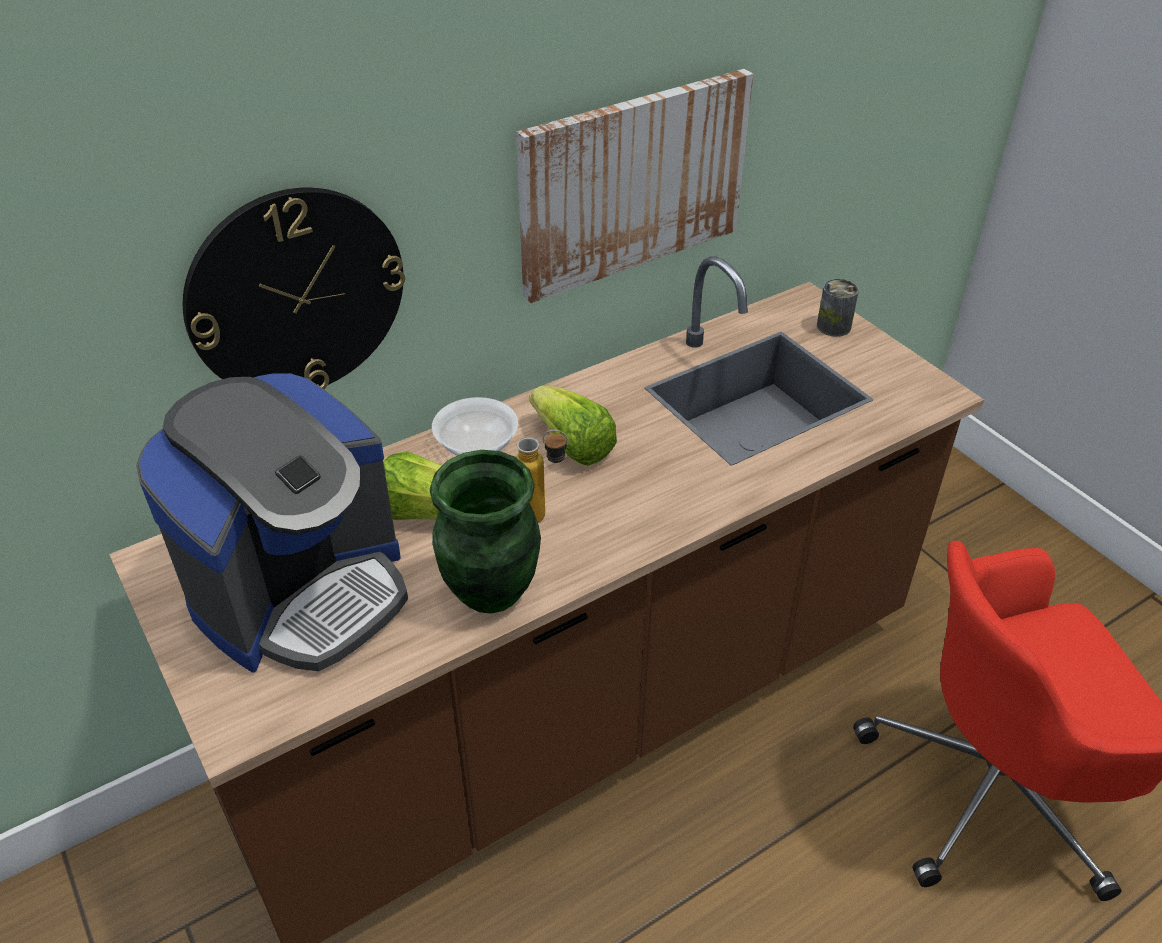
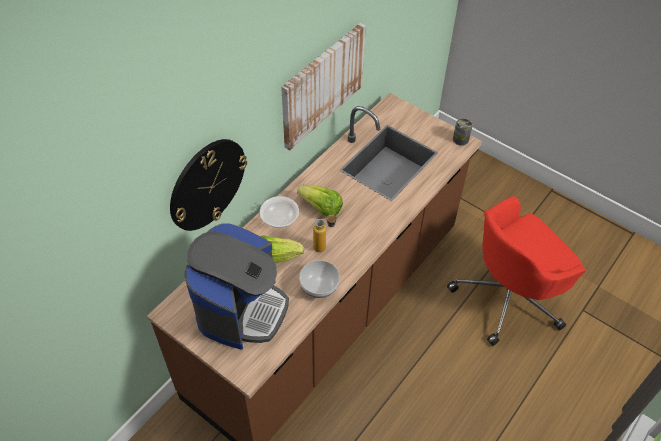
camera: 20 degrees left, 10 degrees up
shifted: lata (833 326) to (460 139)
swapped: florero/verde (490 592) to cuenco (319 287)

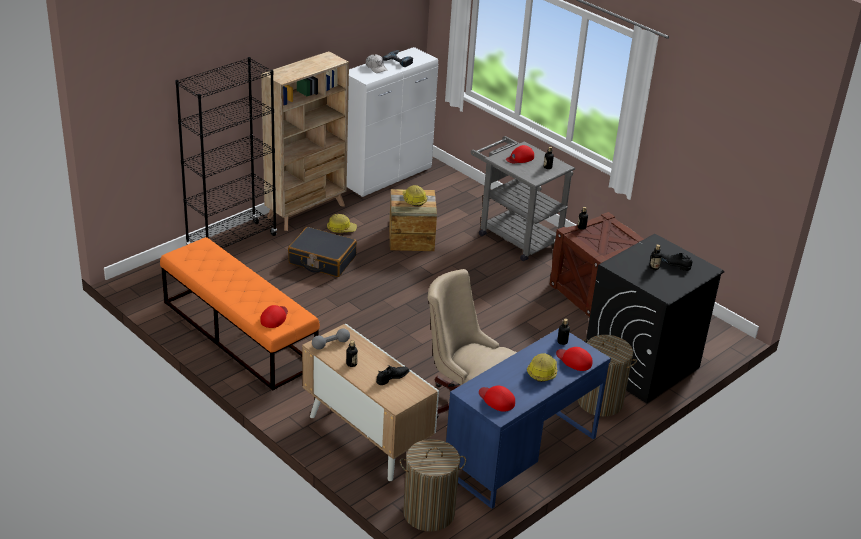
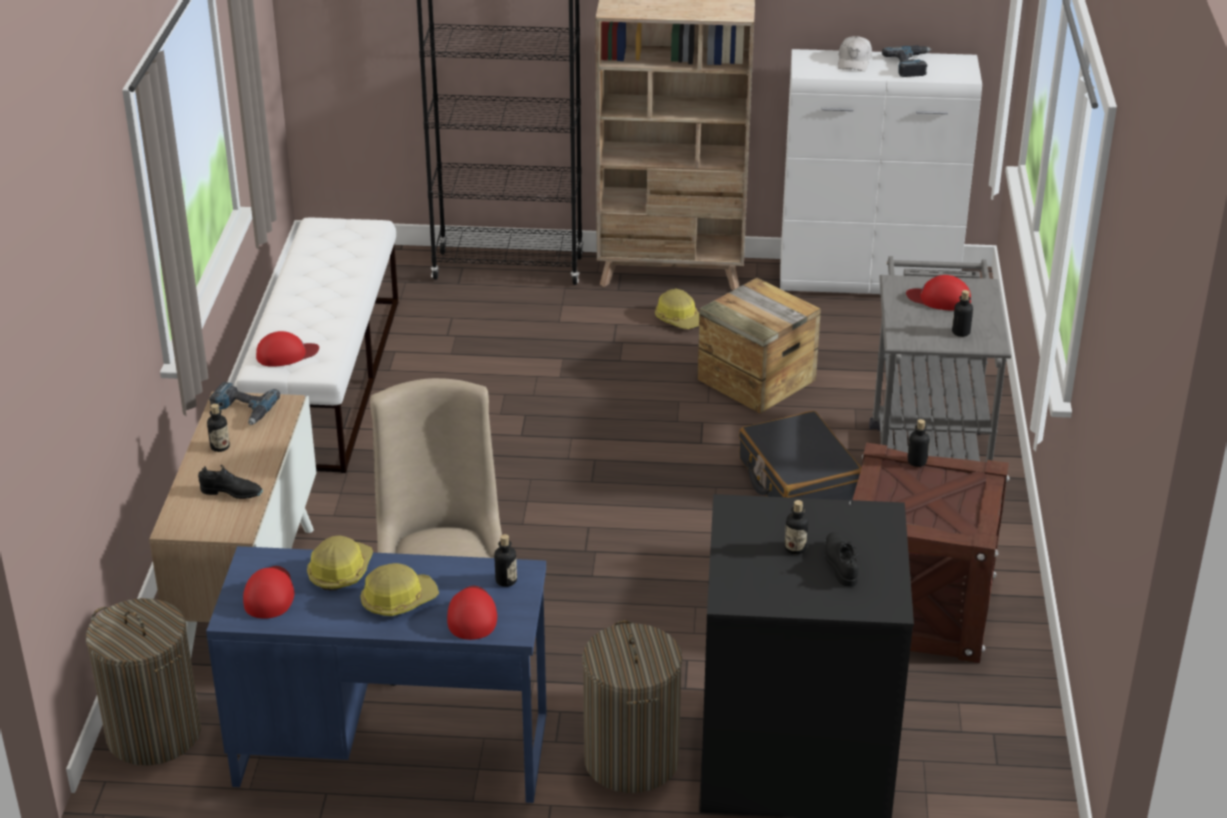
camera: 50 degrees right, 0 degrees up
shifted: casco (413 200) to (340 571); maleta/negro (322 260) to (798 481)
swapped: mancuerna/gris (330 344) to taladro (242 410)
repainted: banco/naranja (238 333) to banco/blanco (327 380)

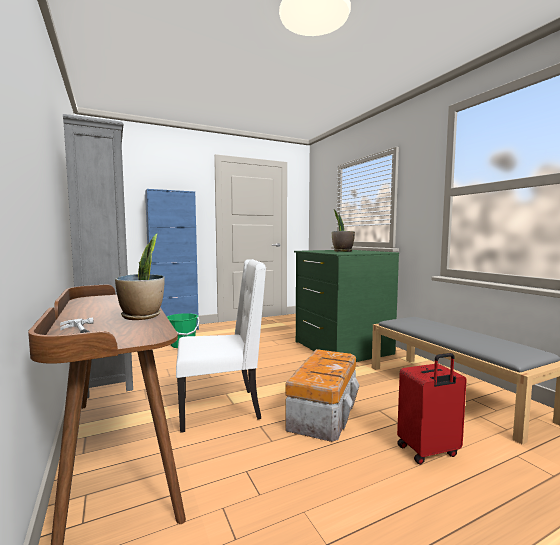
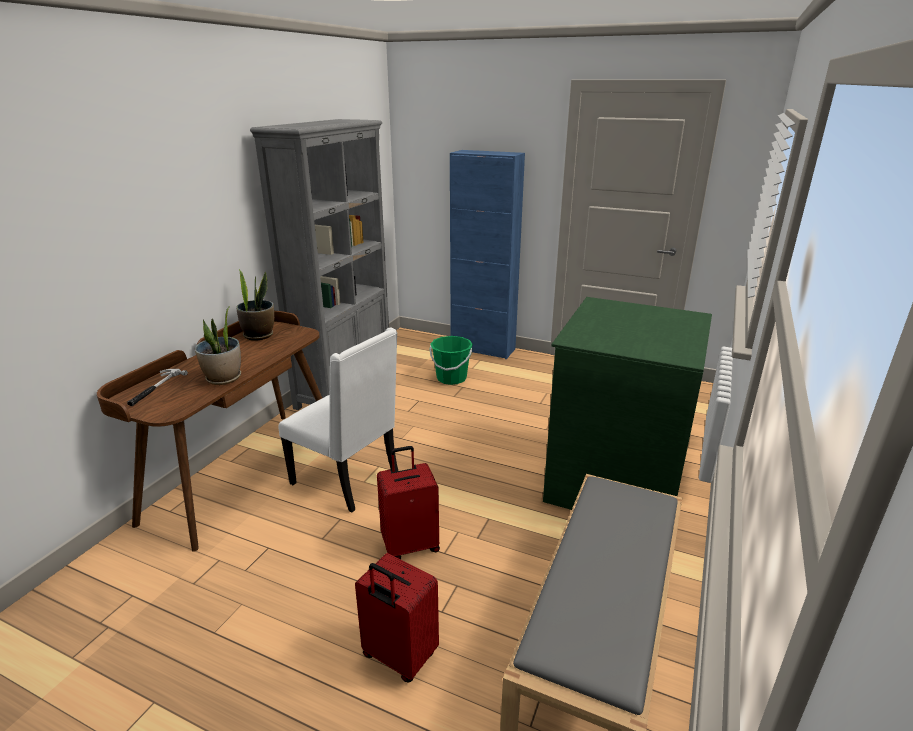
camera: 50 degrees right, 20 degrees up
shifted: planta en maceta (342 251) to (259 335)
swapped: caja de almacenaje (324 411) to maleta/rojo (410 545)

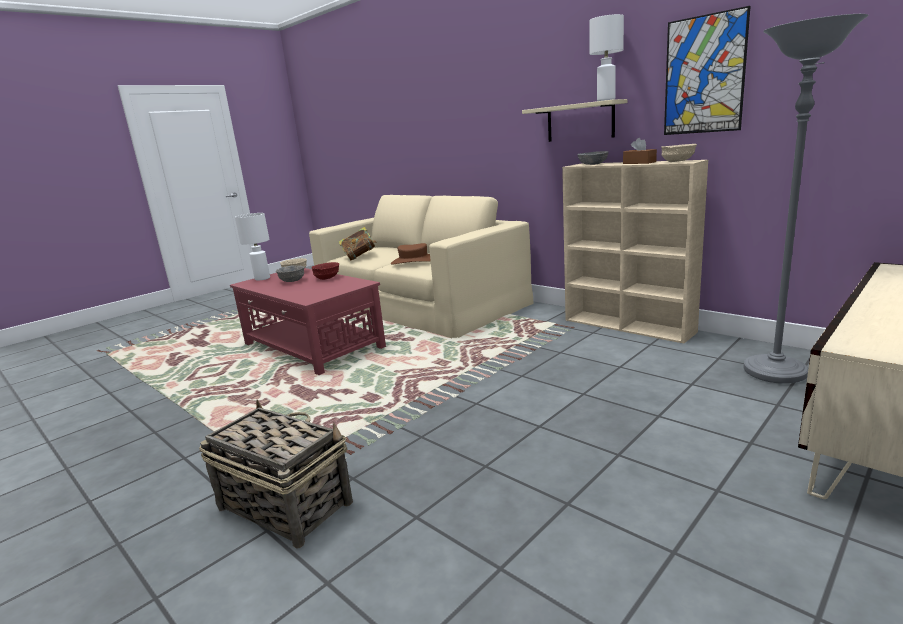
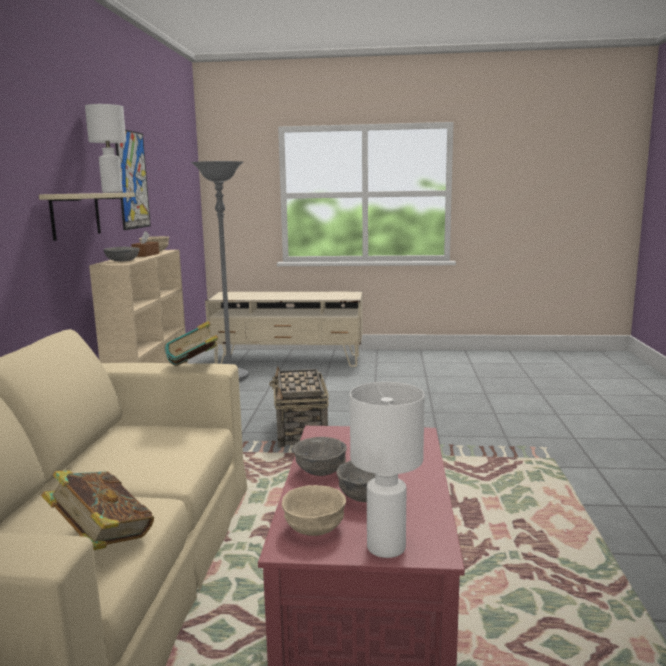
camera: 130 degrees left, 5 degrees down
gone: sombrero/marrón (414 261)
new: libro (194 368)
shifted: cesta (284 504) to (300 431)
repainted: cuenco/rojo (327 278) to cuenco/gris (321 470)

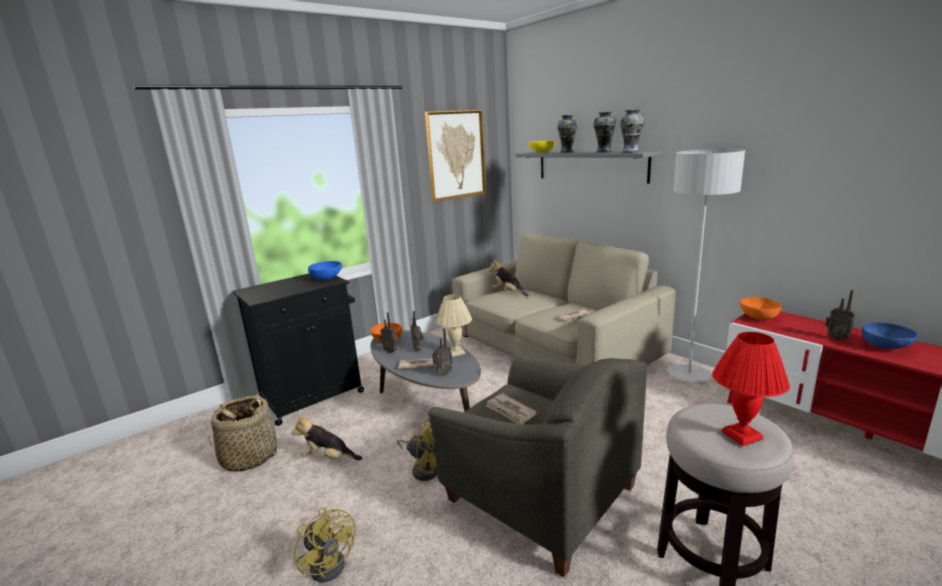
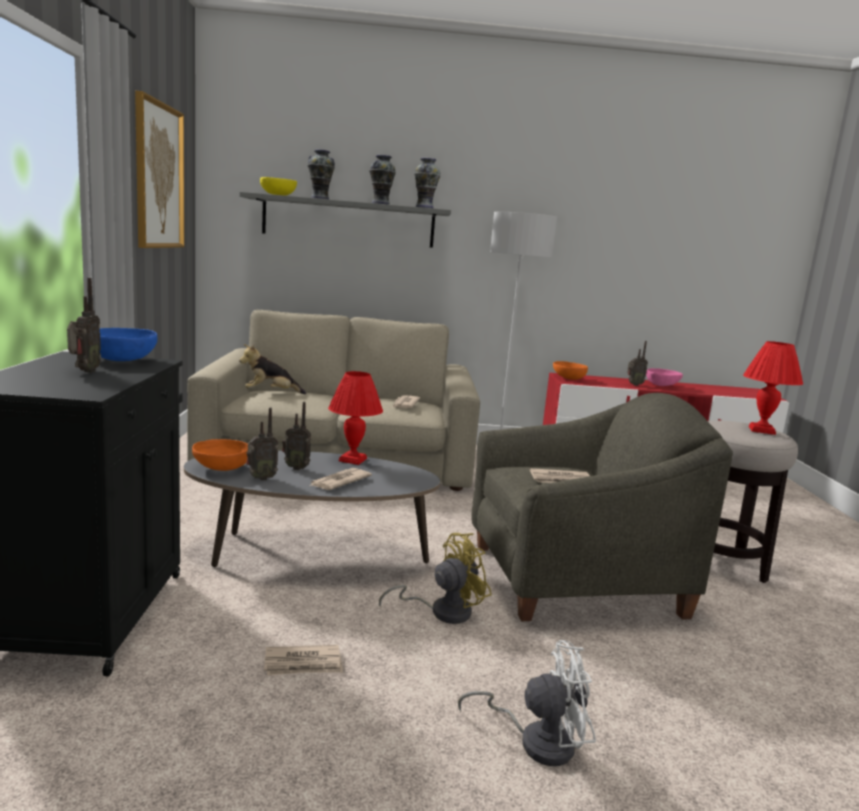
camera: 55 degrees left, 5 degrees down
gone: cesta (249 457)
shifted: radio (442 373) to (84 372)
swapped: peluche (328 458) to periódico (303 664)
repainted: lámpara de mesa/beis (455 352) to lámpara de mesa/rojo (352 460); ventilador/amarillo (331 561) to ventilador/blanco (536 740); cuenco/azul (885 347) to cuenco/rosa (662 386)

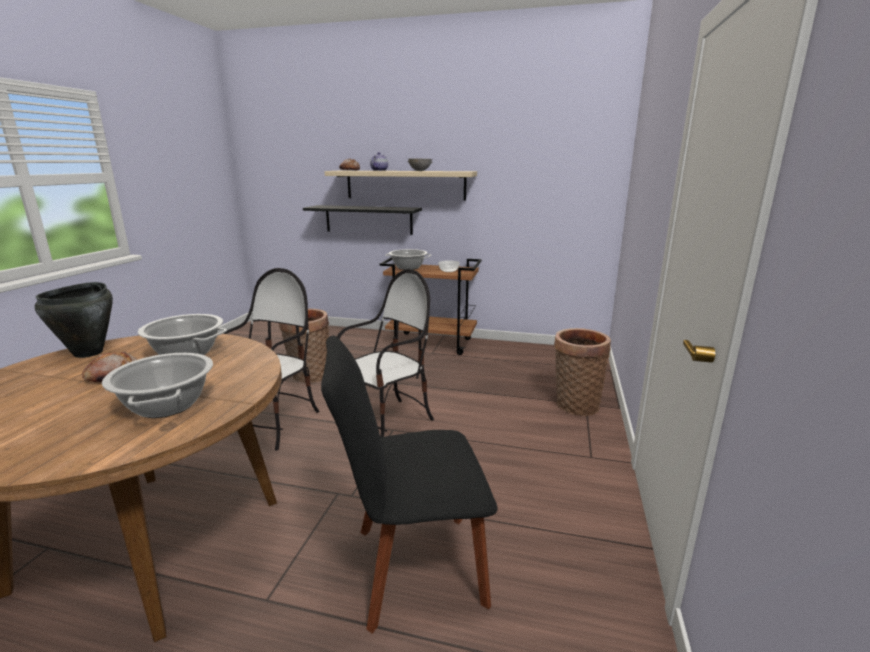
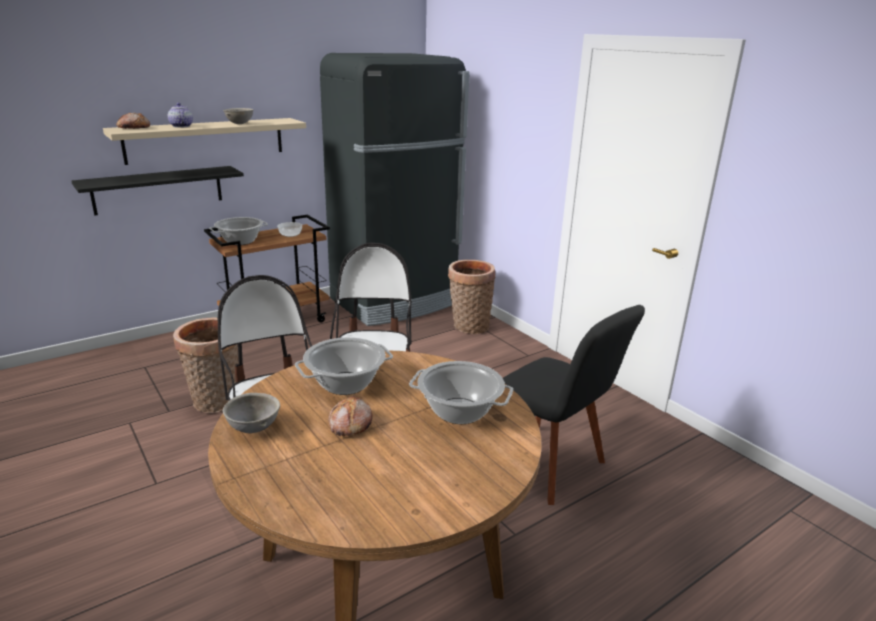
camera: 50 degrees left, 5 degrees up
new: nevera/negro (395 302)
swapped: olla/negro (89 353) to cuenco/gris (254 428)
rotated: silla/negro (411 568) = (549 465) 75 degrees counterclockwise

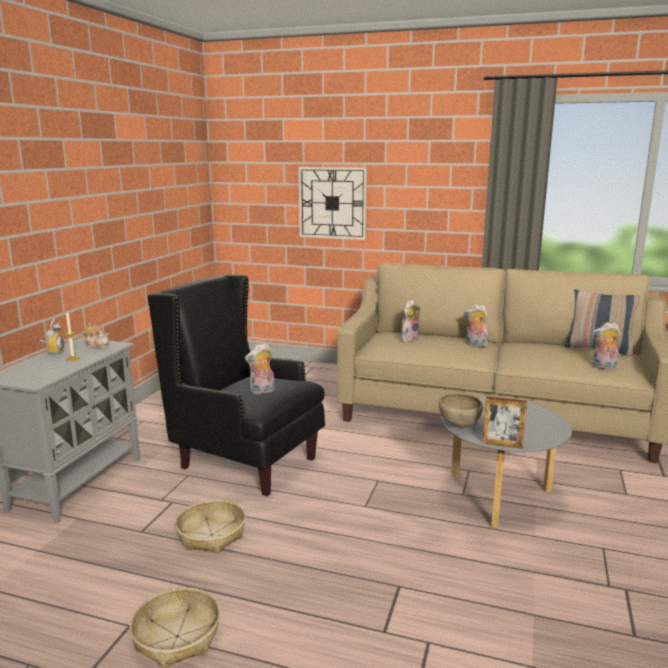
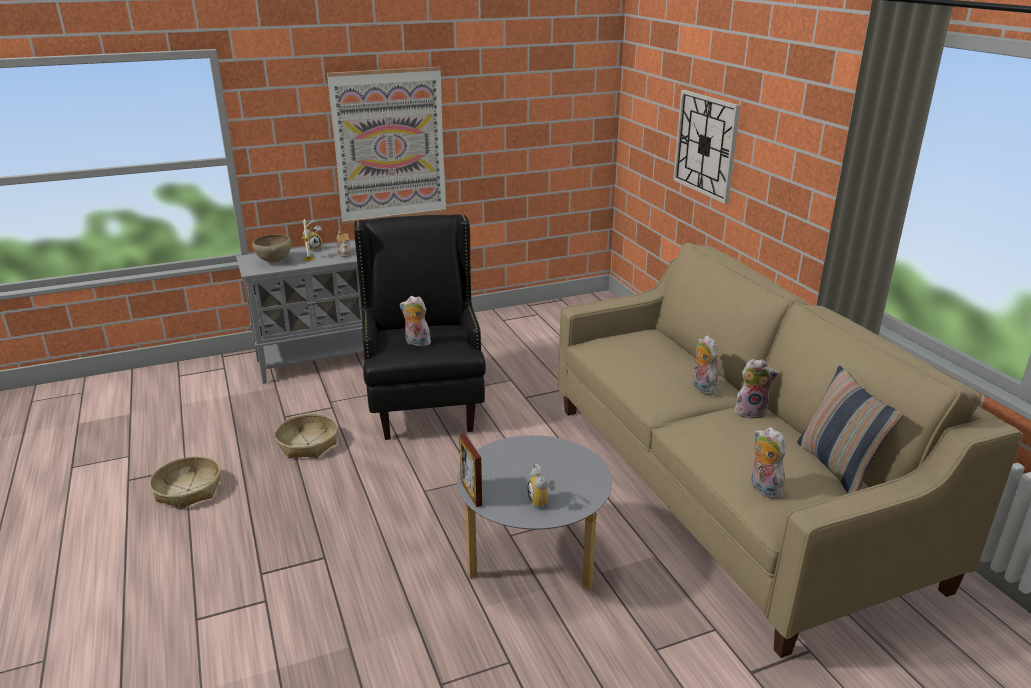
camera: 50 degrees right, 10 degrees up
new: cuadro (389 146); despertador (542 501)
shifted: cuenco/marrón (459 426) to (274 261); peluche (409 339) to (751 412)

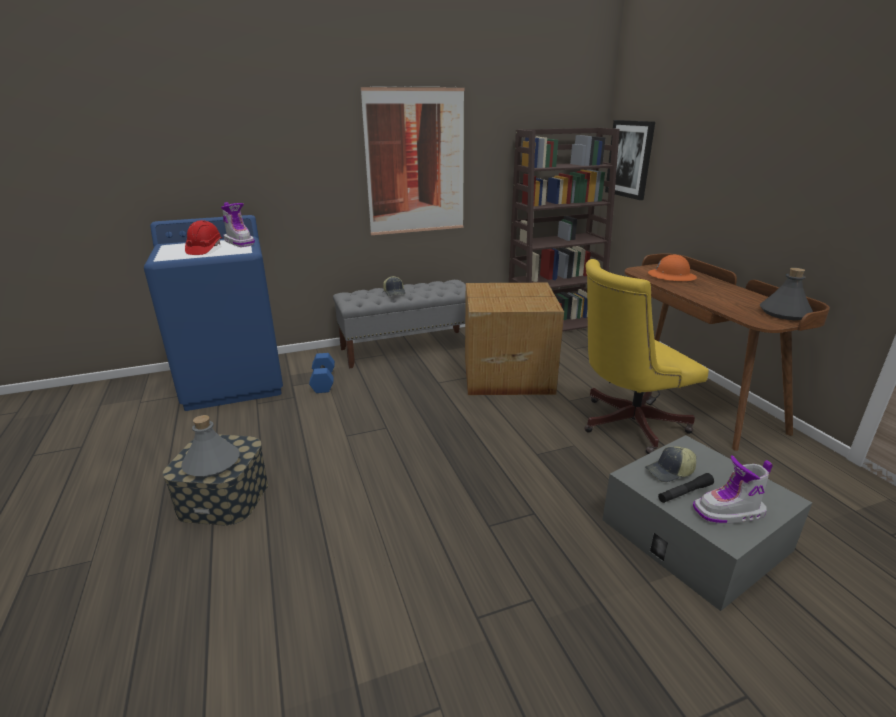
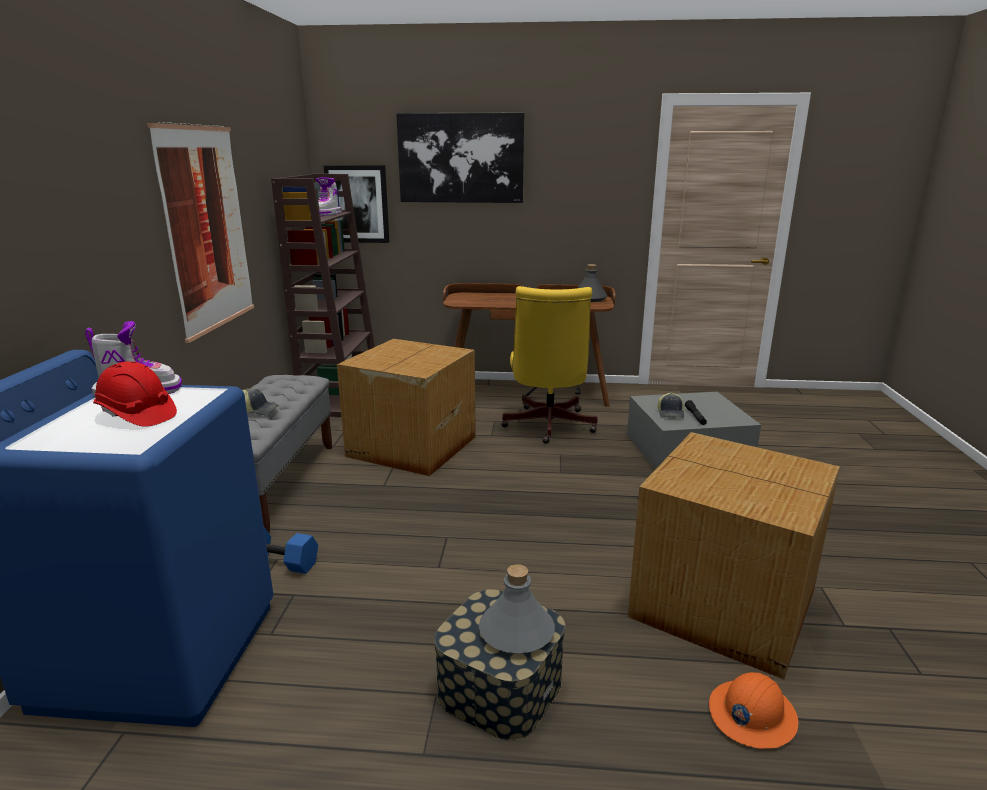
camera: 65 degrees left, 5 degrees down
new: cuadro (461 158); caja de cartón (725 606)
shifted: bota (729 512) to (327 214); casco/naranja (671 276) to (751 715)

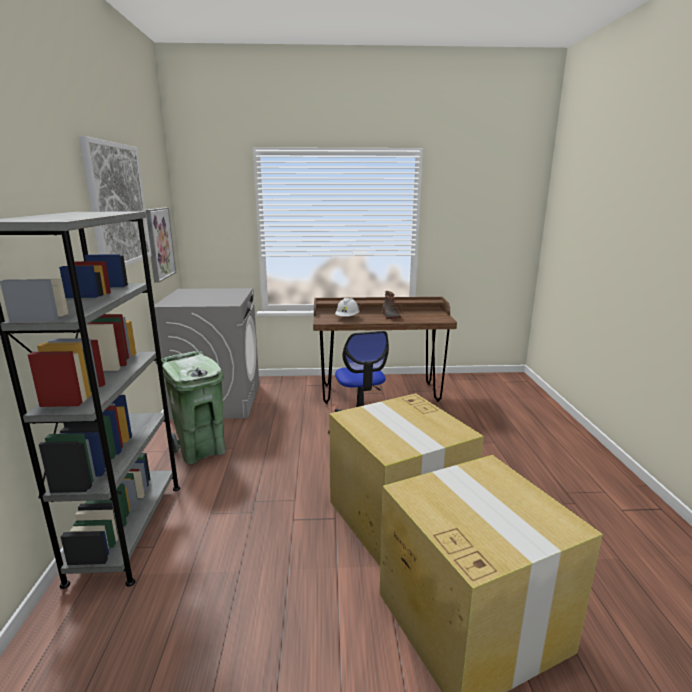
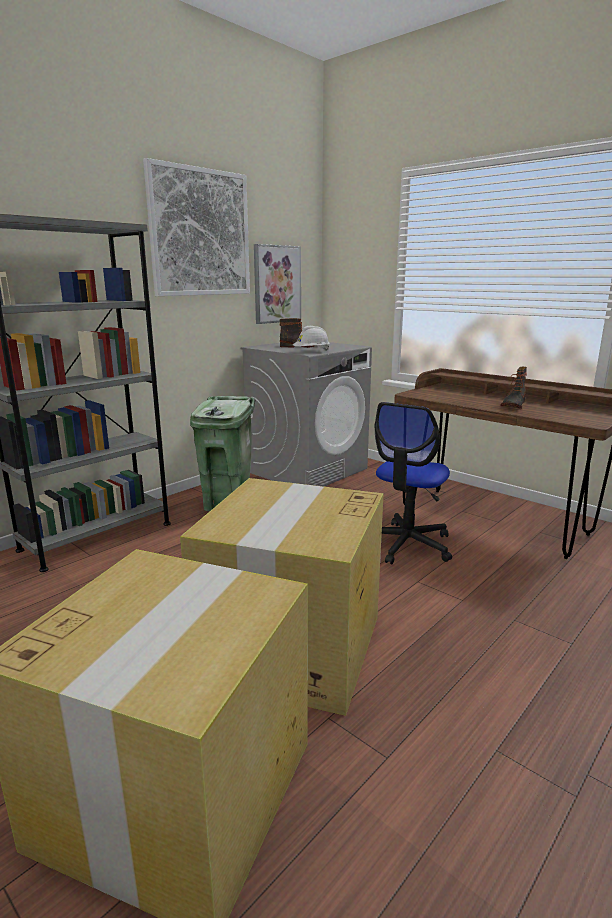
camera: 45 degrees right, 0 degrees up
new: bota (300 346)
shifted: casco/blanco (347 318) to (311 352)

